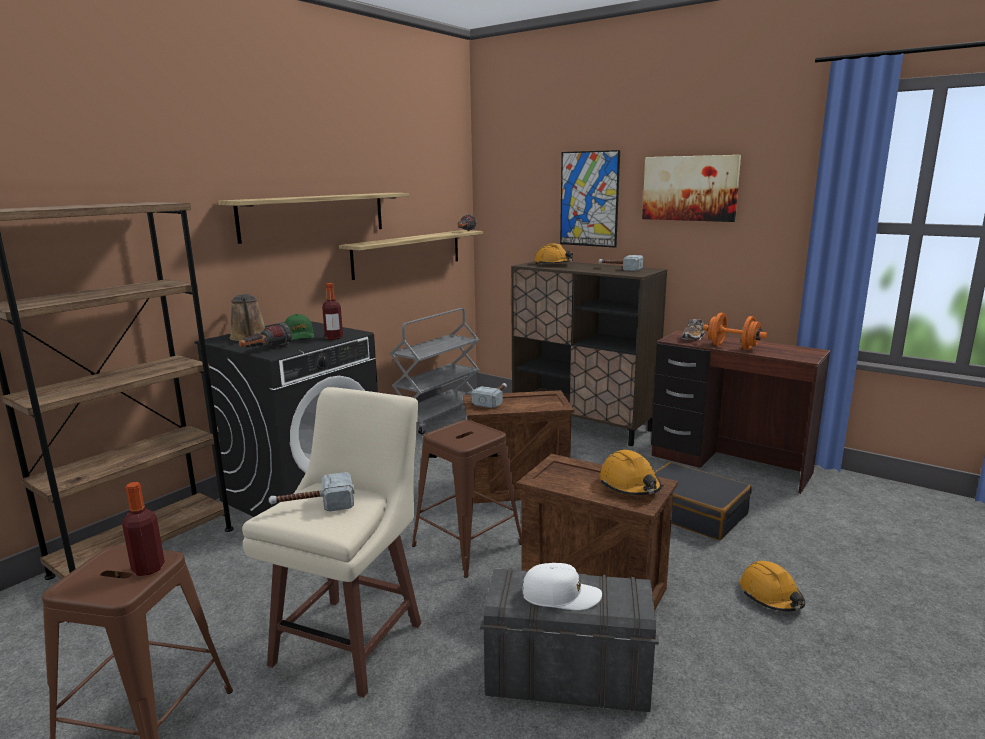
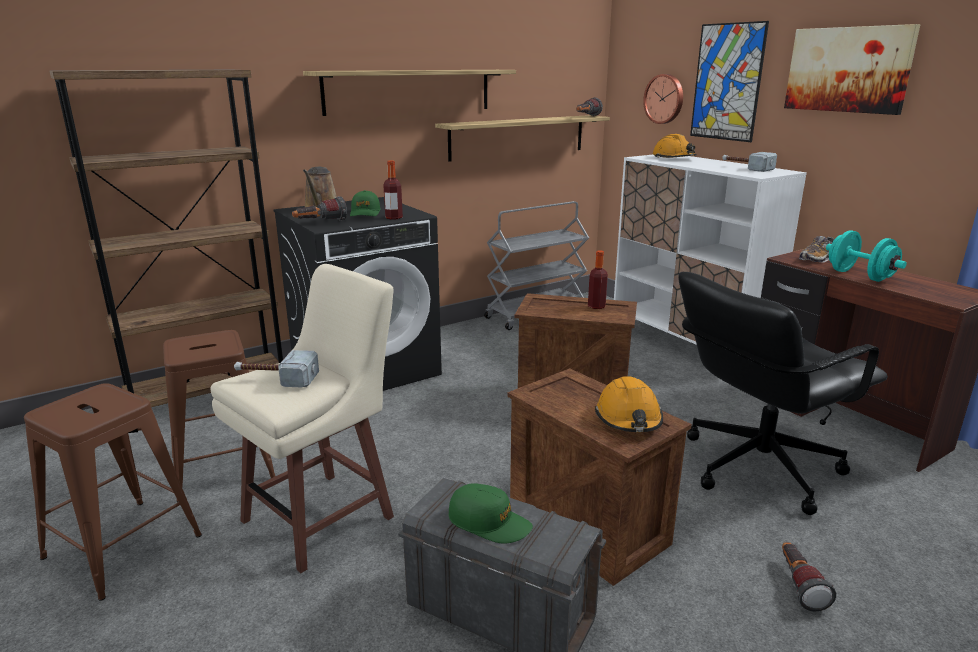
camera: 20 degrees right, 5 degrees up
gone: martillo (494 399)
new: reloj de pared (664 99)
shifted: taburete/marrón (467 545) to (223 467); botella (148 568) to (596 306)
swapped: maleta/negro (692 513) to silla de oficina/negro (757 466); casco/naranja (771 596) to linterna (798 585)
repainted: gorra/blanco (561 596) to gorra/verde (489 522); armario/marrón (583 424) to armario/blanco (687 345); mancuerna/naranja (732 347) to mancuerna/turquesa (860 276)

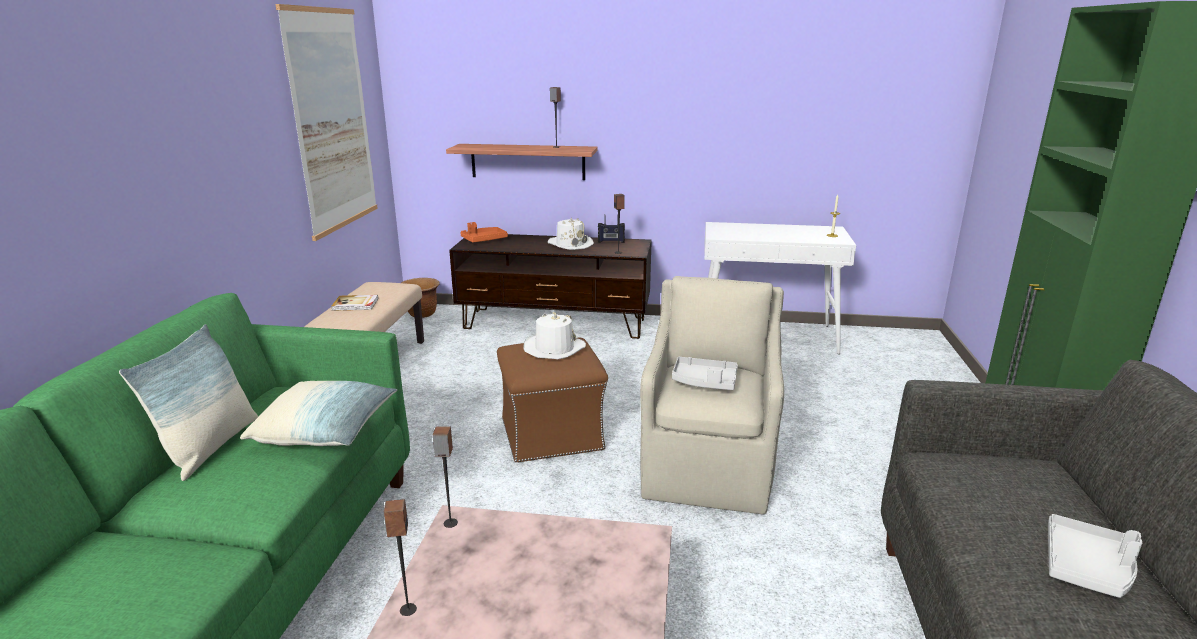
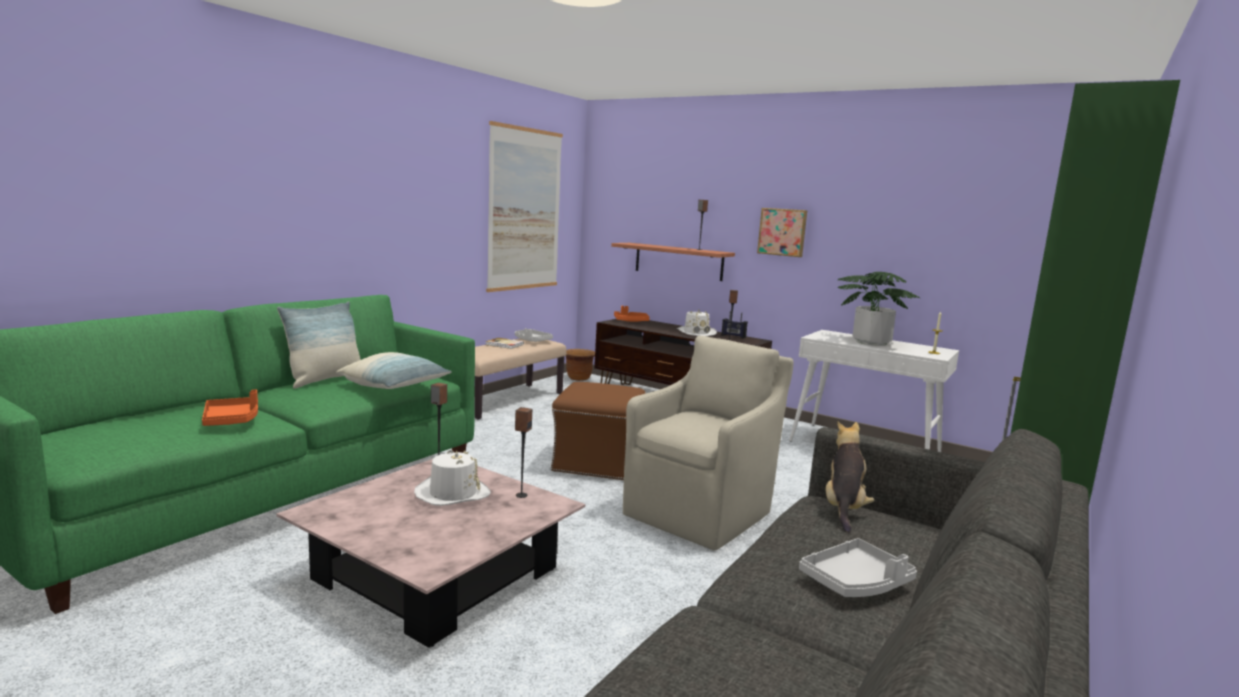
camera: 25 degrees right, 10 degrees down
new: bandeja/naranja (232 420); cuadro (782 232); peluche (843 508); planta en maceta (871 342)
shifted: sombrero/blanco (554 348) to (452 493); bandeja/gris (704 382) to (532 340); altavoz (407 609) to (521 495)

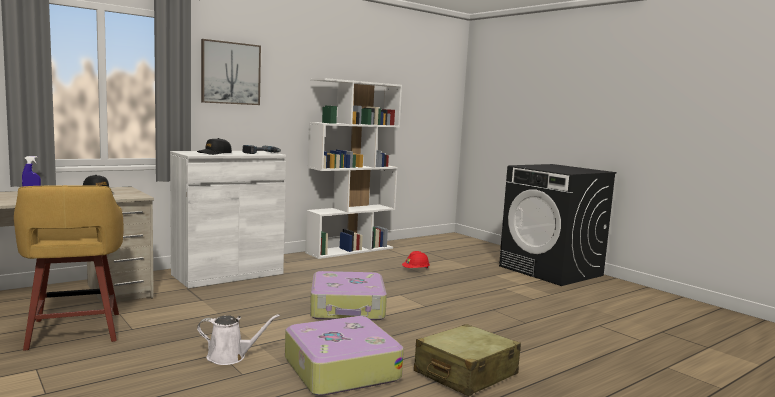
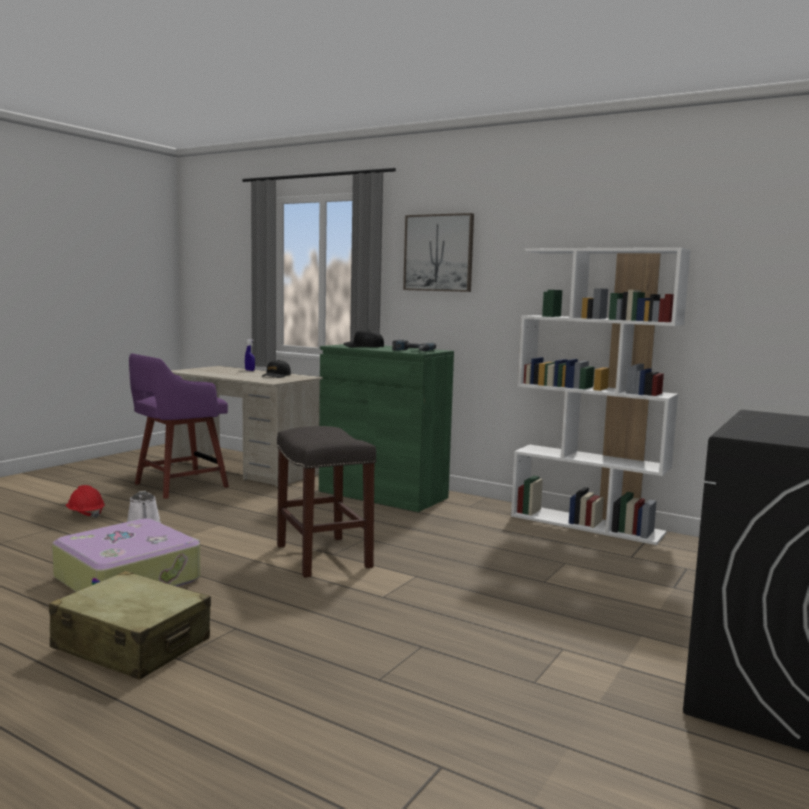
camera: 70 degrees right, 0 degrees up
shifted: casco/rojo (415 270) to (85 514)
swapped: maleta (348 308) to taburete/gris (324 556)
repainted: taburete/amarillo (74 332) to taburete/morado (178 486); armario/blanco (228 274) to armario/verde (383 494)

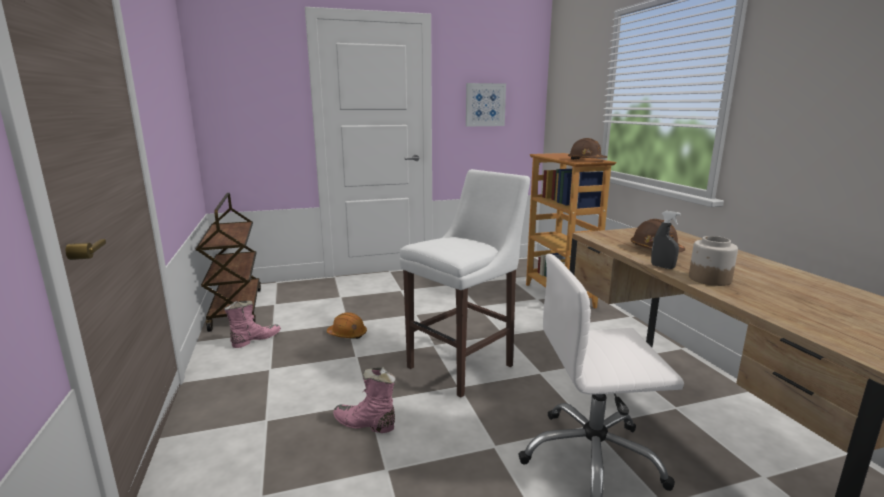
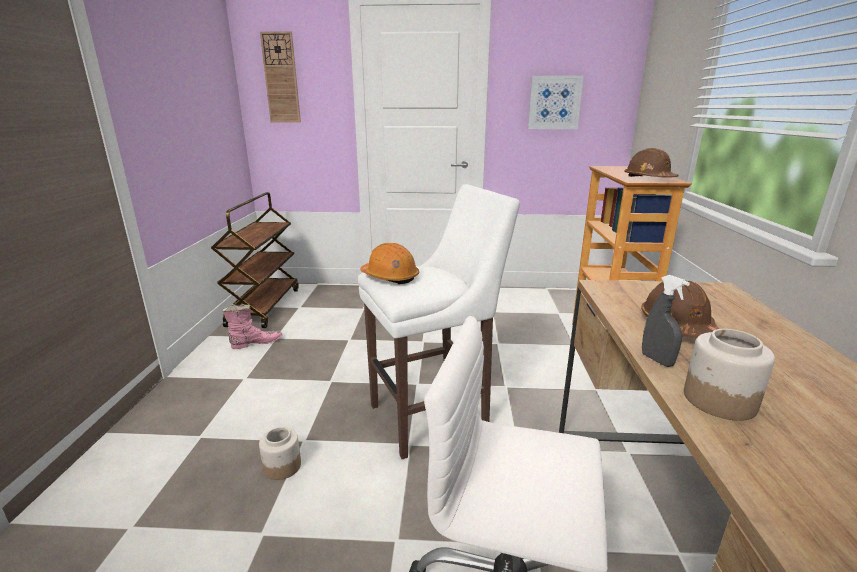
camera: 20 degrees right, 5 degrees up
new: reloj de pared (281 78)
shifted: casco/naranja (347 334) to (390 277)
swapped: bota/rosa (365 424) to tarro (282 467)

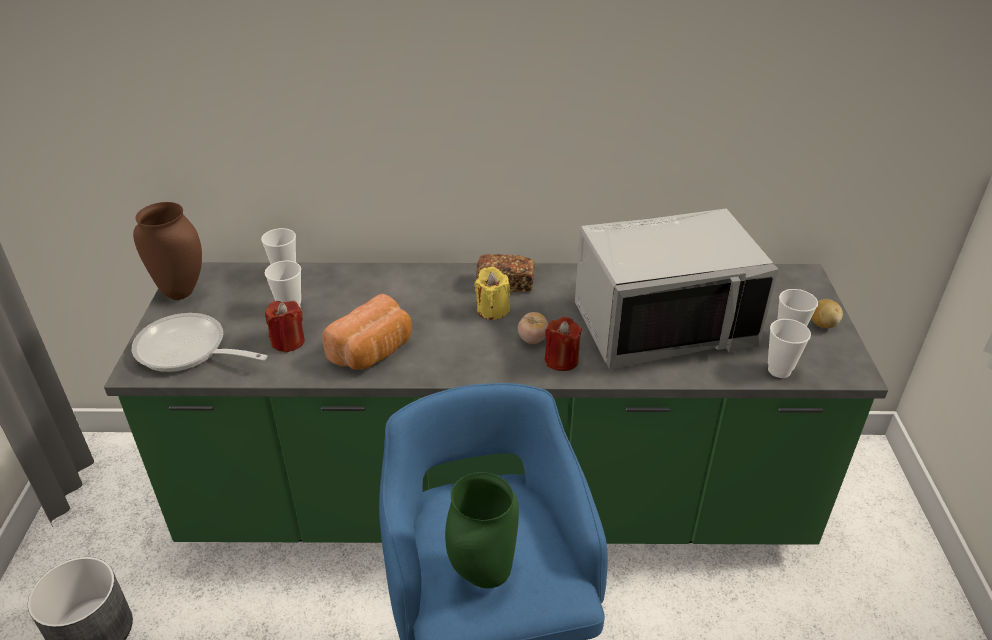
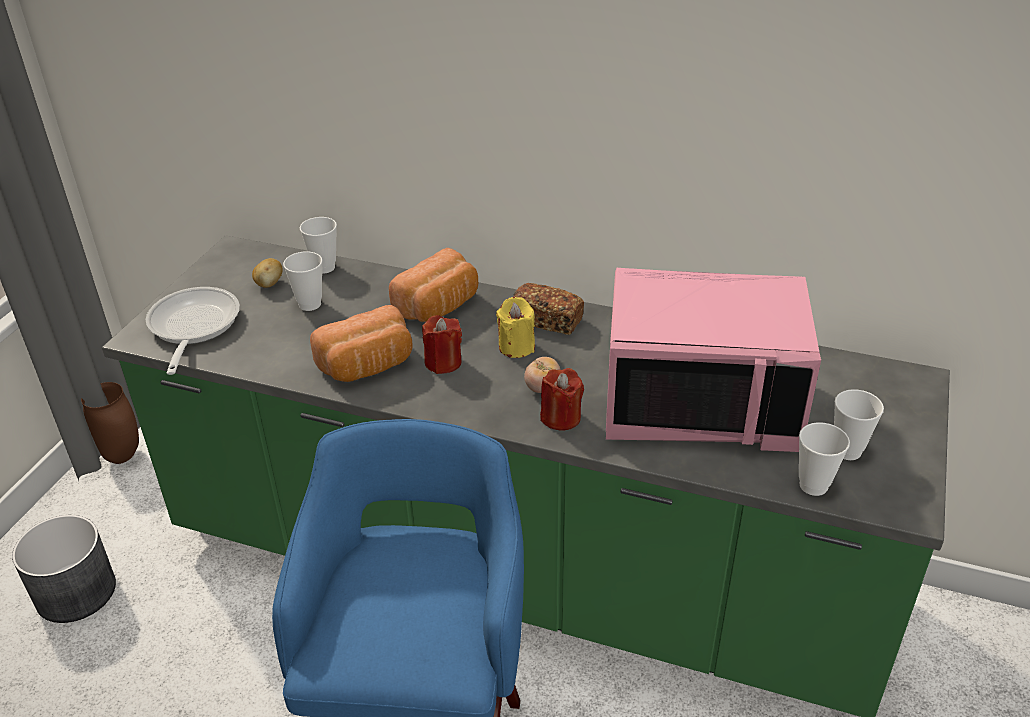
camera: 20 degrees right, 0 degrees up
gone: florero/verde (482 574)
new: pan (439 307)
shifted: florero/marrón (182 292) to (124 456); patata (822 324) to (269 284); vela/rojo (288 341) to (443 362)
repainted: microondas/gris (662 325) to microondas/rosa (701 403)
rotated: sartén (188 351) = (192 328) 45 degrees clockwise

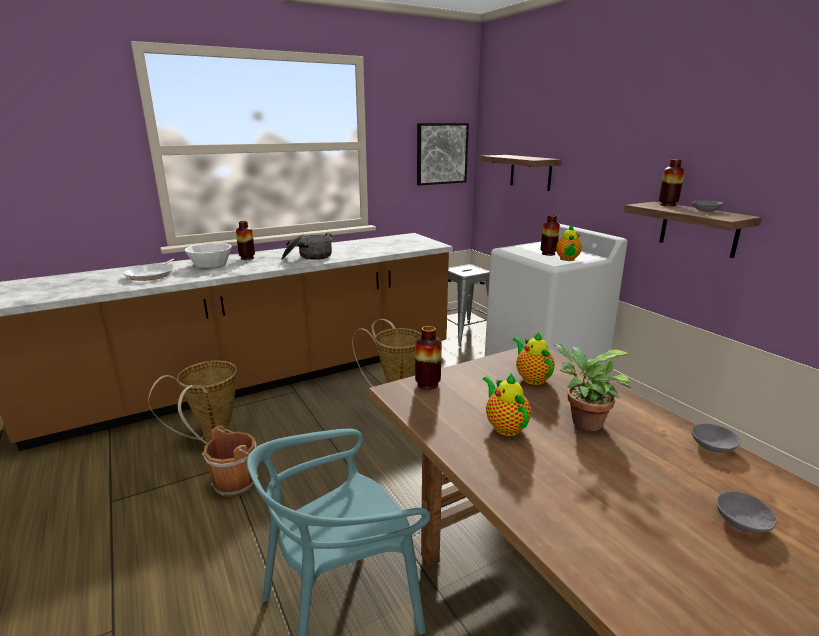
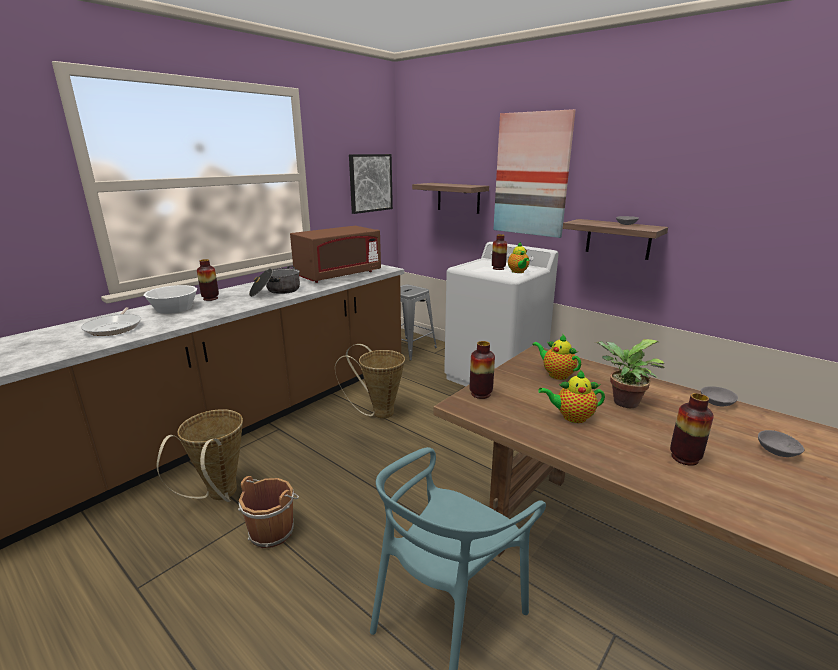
camera: 20 degrees left, 0 degrees up
new: microondas/marrón (338 275); cuadro (532 175)
shifted: florero (667 205) to (684 458)
rotated: tetera (504 426) = (571 417) 45 degrees counterclockwise

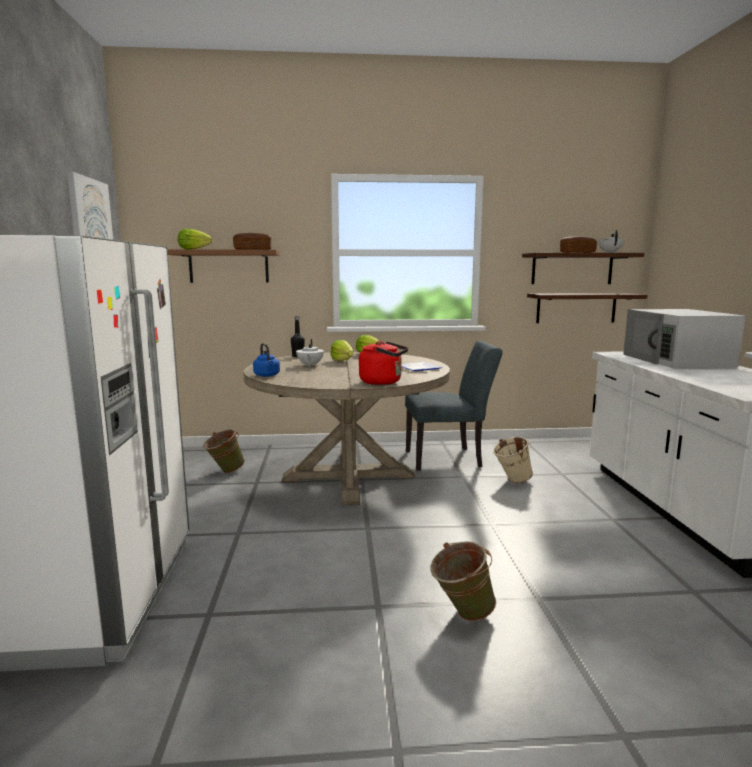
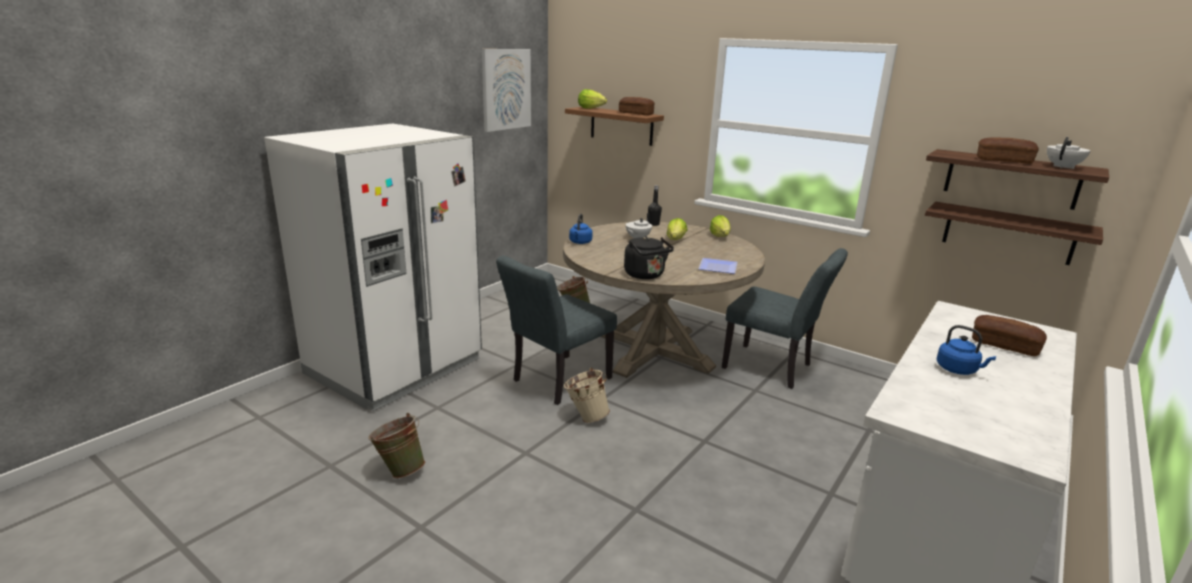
camera: 40 degrees right, 10 degrees up
new: silla/gris (556 381); hervidor/azul (958 370)
shifted: cubo/verde (461 614) to (400 470); cubo/beis (511 481) to (586 417)
swapped: microondas/blanco (677 360) to pan (1004 346)
repainted: hervidor/rojo (383 382) to hervidor/negro (646 275)

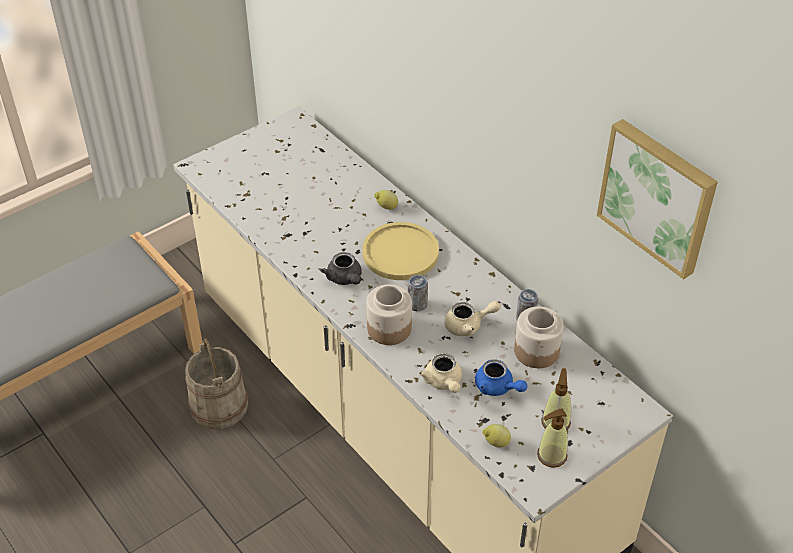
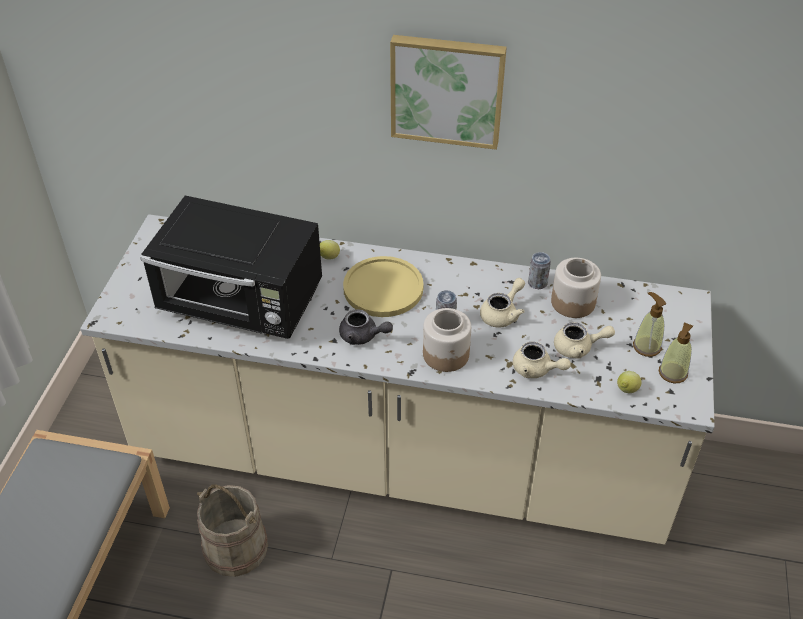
camera: 40 degrees left, 0 degrees up
new: microondas/negro (242 304)
shifted: cuadro (658 196) to (447 90)
repainted: tetera/azul (497 388) to tetera/beis (578 348)

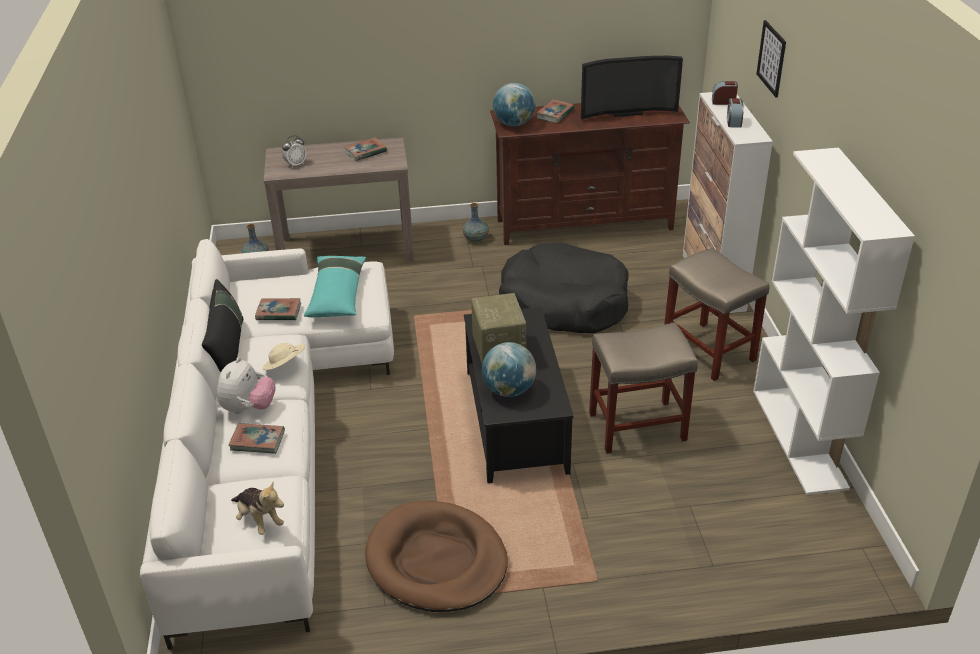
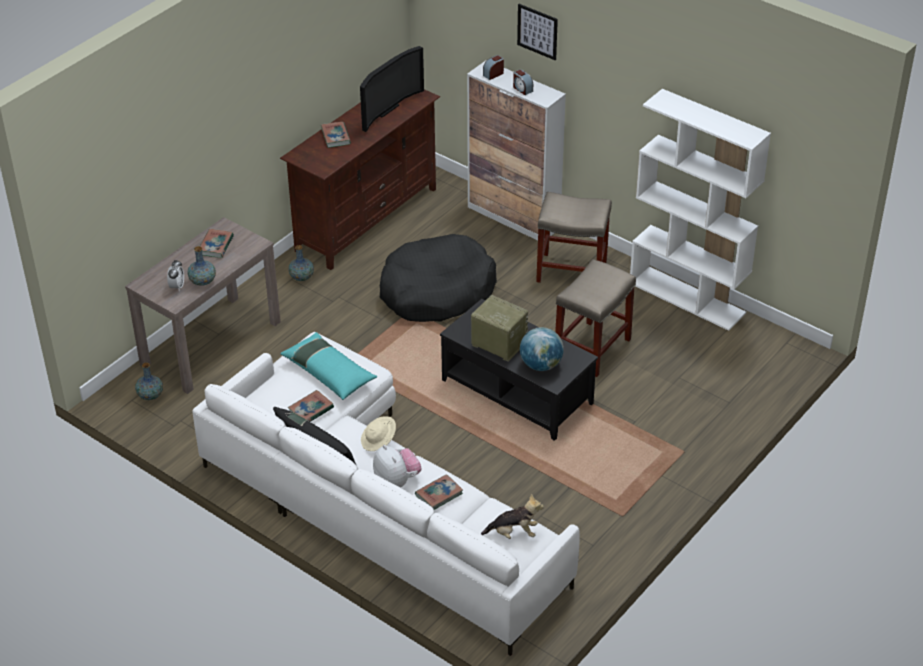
camera: 45 degrees left, 5 degrees up
gone: cama para perro/marrón (436 561); globo terráqueo (514 124)
new: florero (202 281)

